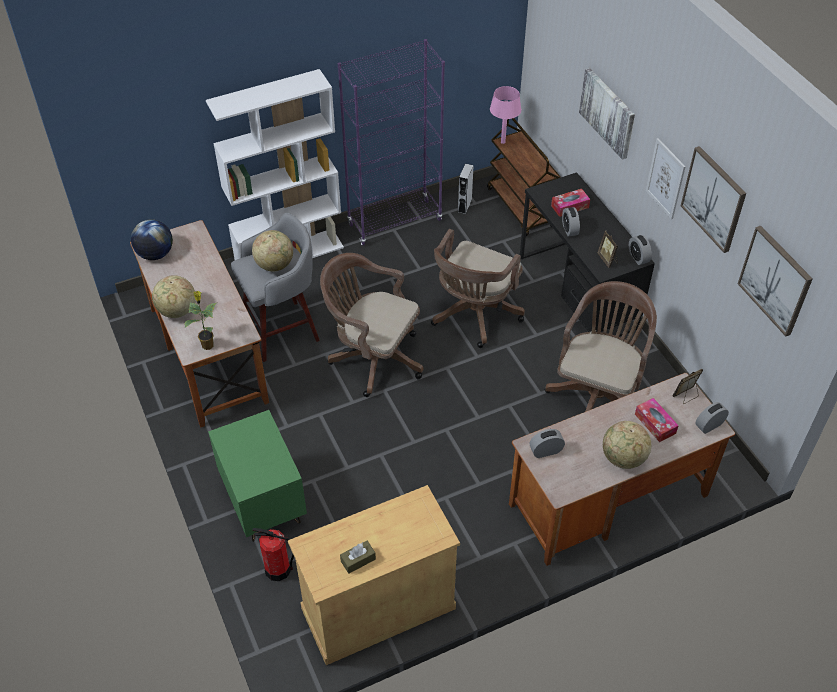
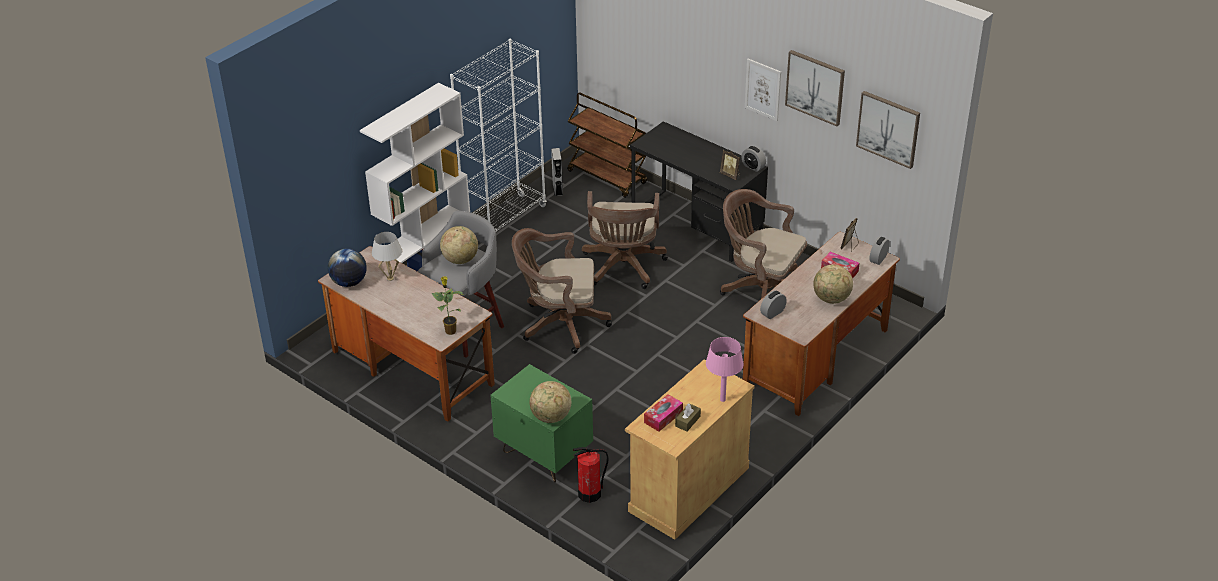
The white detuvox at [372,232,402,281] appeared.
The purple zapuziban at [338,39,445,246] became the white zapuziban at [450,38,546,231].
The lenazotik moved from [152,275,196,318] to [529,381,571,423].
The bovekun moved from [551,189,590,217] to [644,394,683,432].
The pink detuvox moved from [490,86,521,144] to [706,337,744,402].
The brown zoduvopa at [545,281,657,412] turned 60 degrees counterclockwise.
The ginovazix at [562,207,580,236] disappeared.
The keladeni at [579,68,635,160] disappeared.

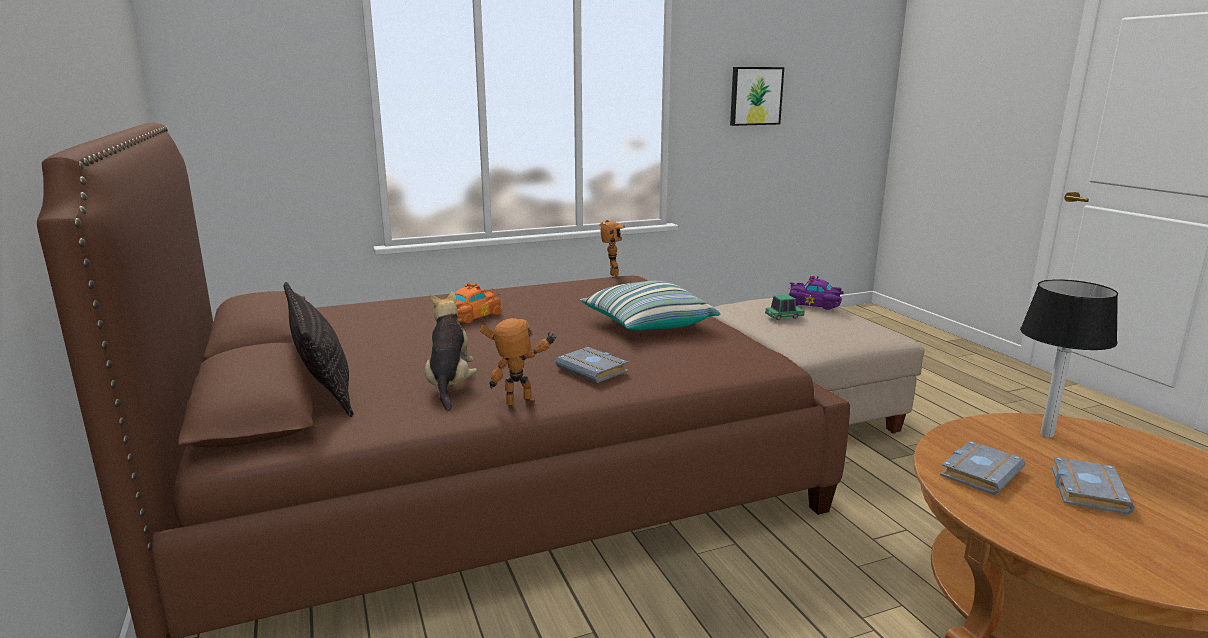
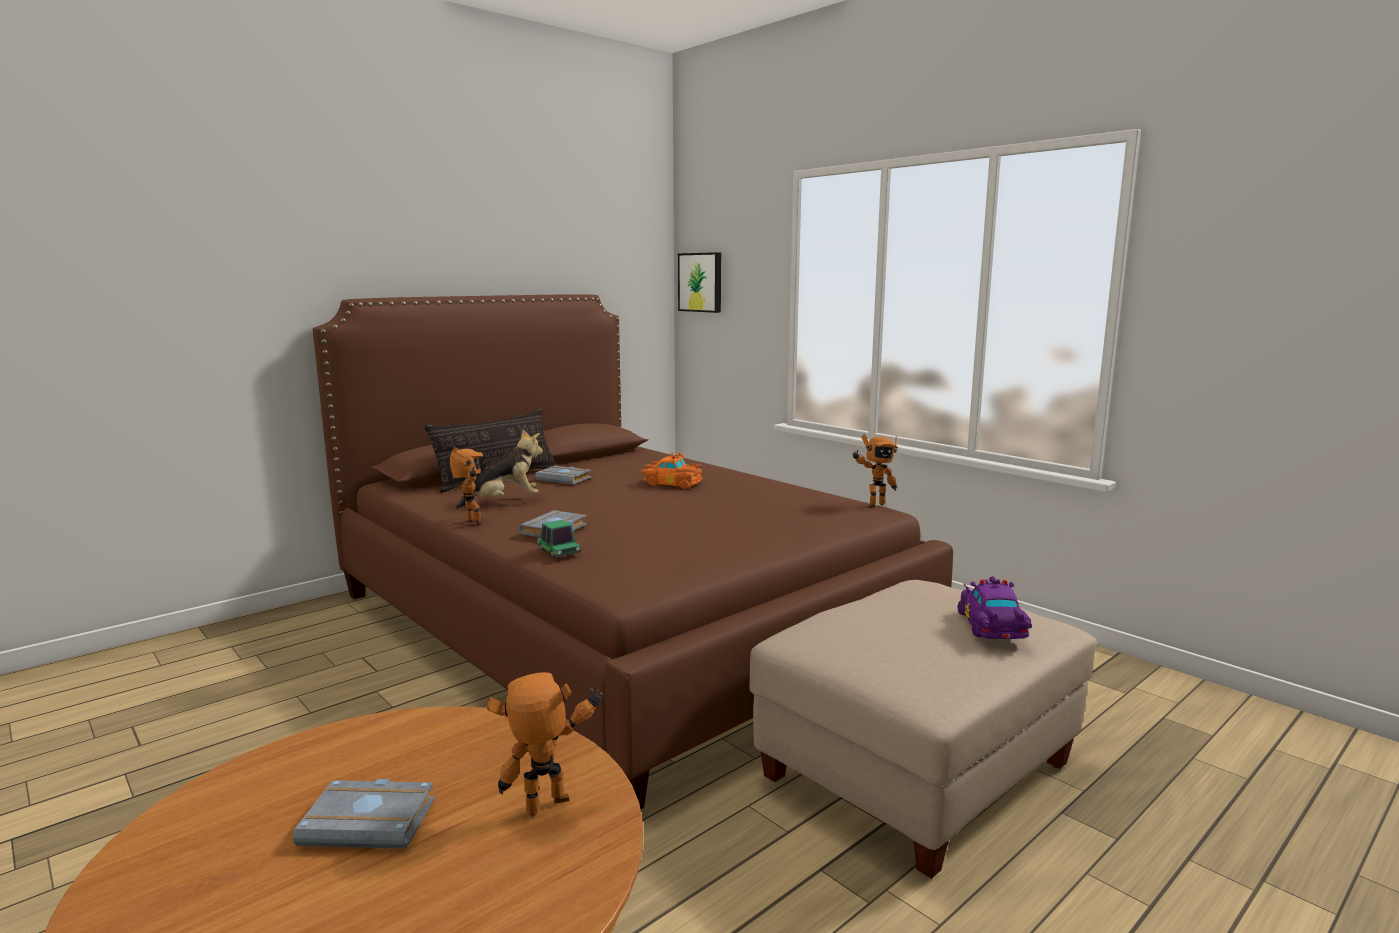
The detuvox at [1020,279,1118,438] was replaced by the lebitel at [487,672,603,816].
The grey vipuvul moved from [940,441,1025,495] to [535,466,592,485].
The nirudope moved from [765,294,805,320] to [537,520,581,557].
The keladeni moved from [730,67,784,126] to [678,252,721,313].
The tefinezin at [580,281,720,330] disappeared.

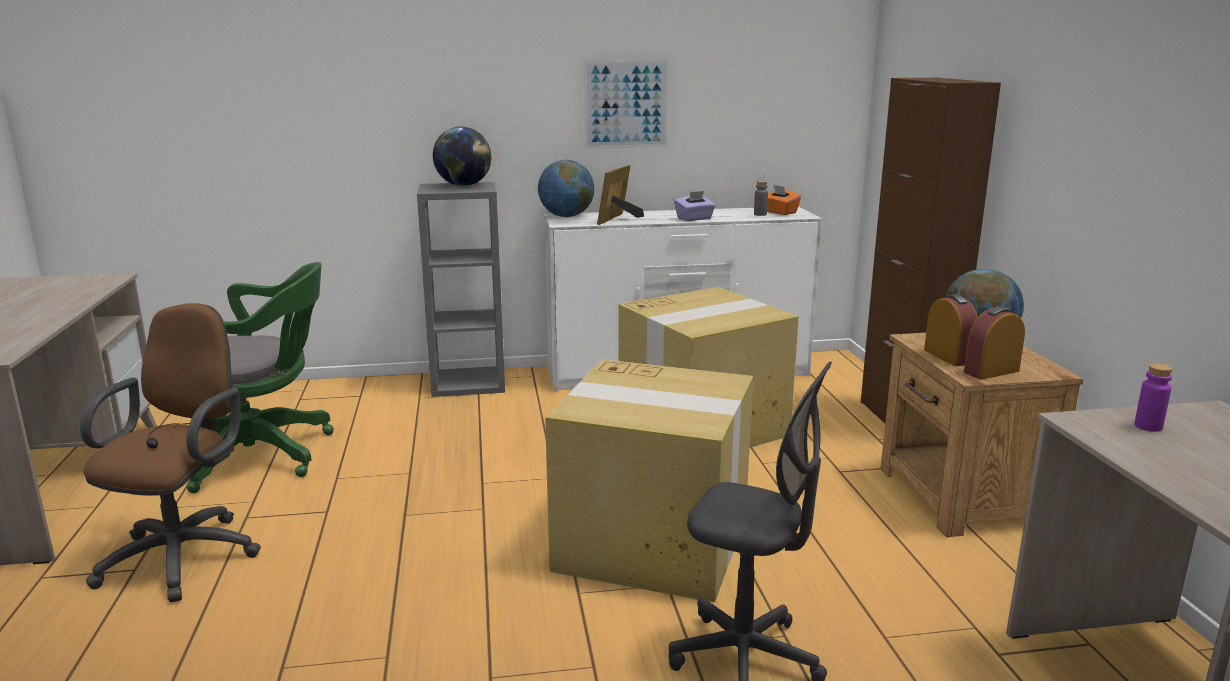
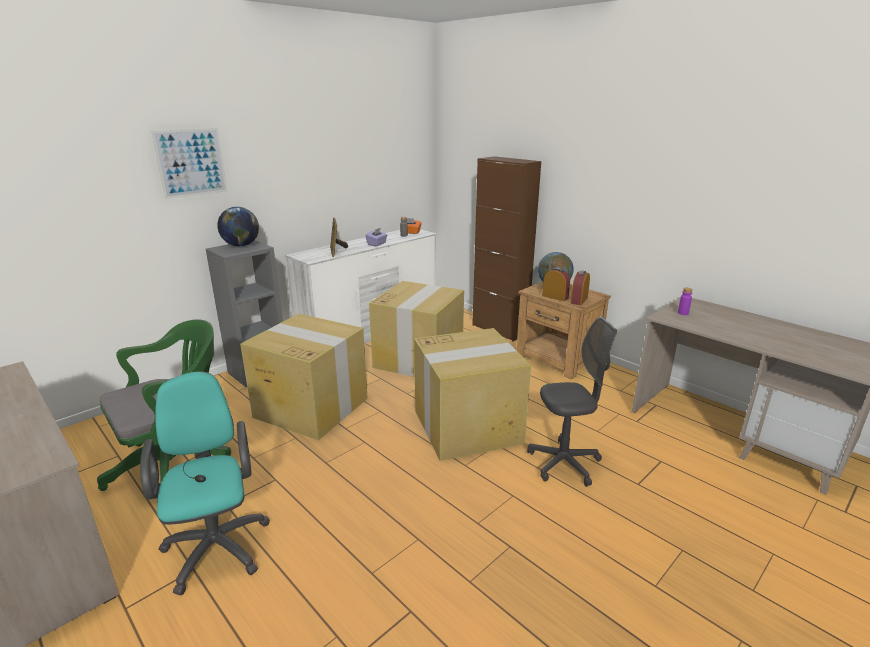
The brown zoduvopa at [80,303,261,602] became the turquoise zoduvopa at [140,371,270,595].
The keladeni moved from [584,60,669,149] to [151,128,227,199].
The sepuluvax at [240,314,368,441] appeared.
The lenazotik at [538,160,594,217] disappeared.

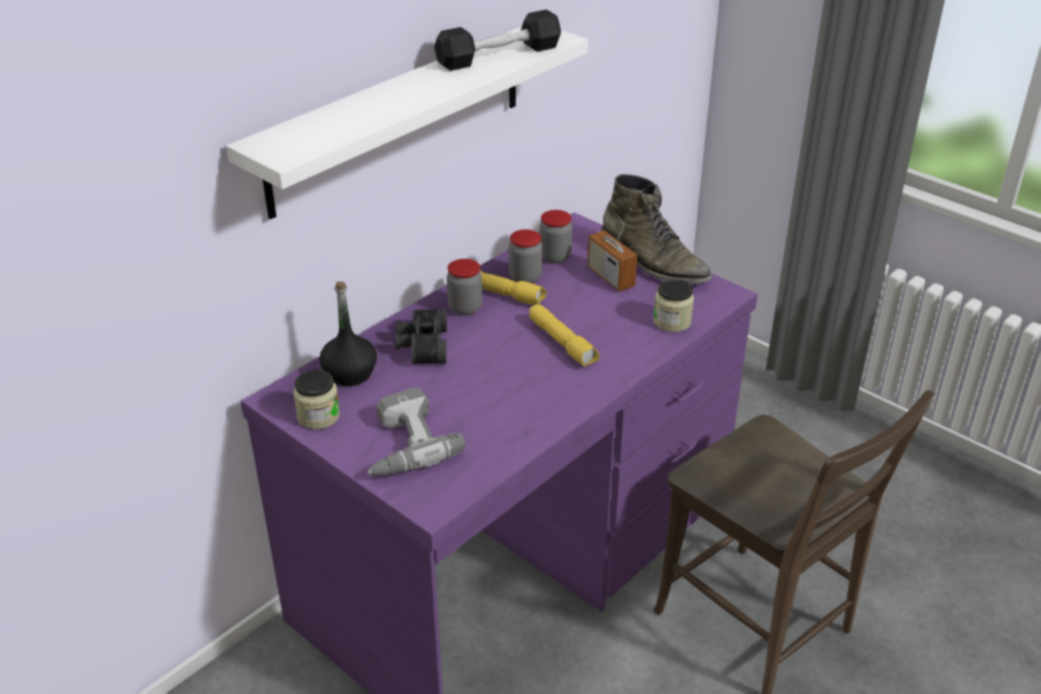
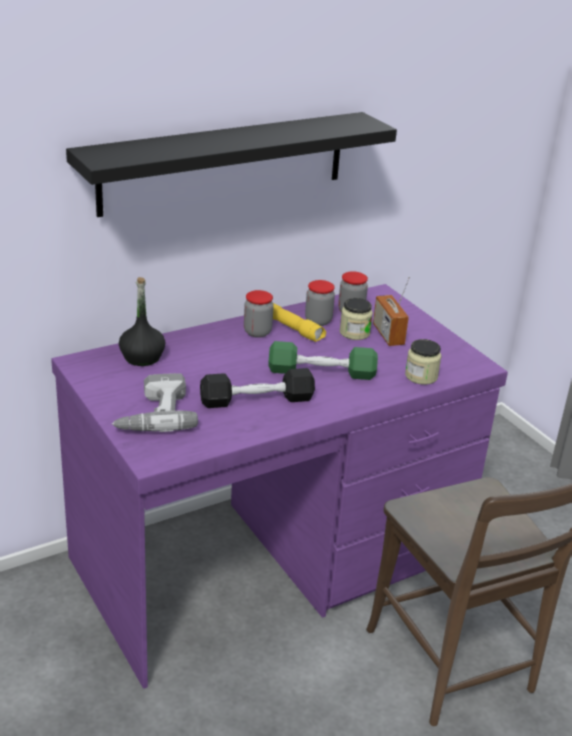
The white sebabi at [226,26,588,219] became the black sebabi at [66,112,397,217].
The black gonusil moved from [434,9,561,71] to [200,368,315,408].
The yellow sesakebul at [529,304,600,367] was replaced by the green gonusil at [268,341,378,380].
The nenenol moved from [293,370,340,429] to [340,298,373,340].
The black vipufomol at [395,309,447,365] disappeared.
The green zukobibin at [601,174,712,284] disappeared.

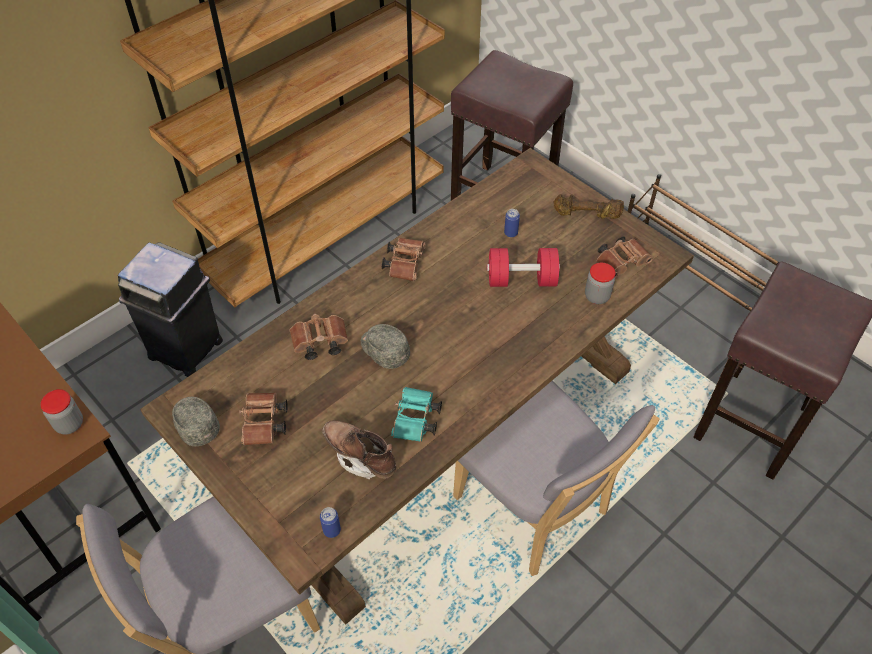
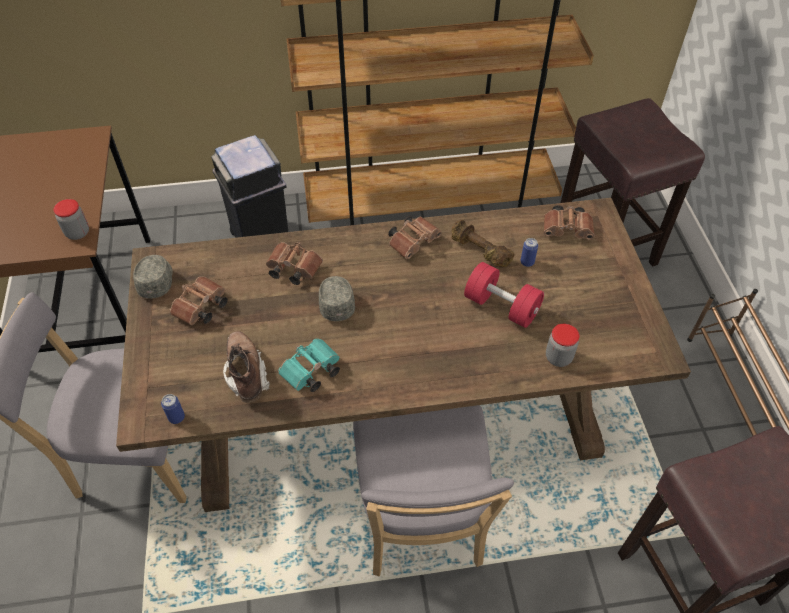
The brown gonusil moved from [553,194,624,219] to [452,220,515,267].
The brown vipufomol moved from [597,236,653,278] to [544,205,595,240].

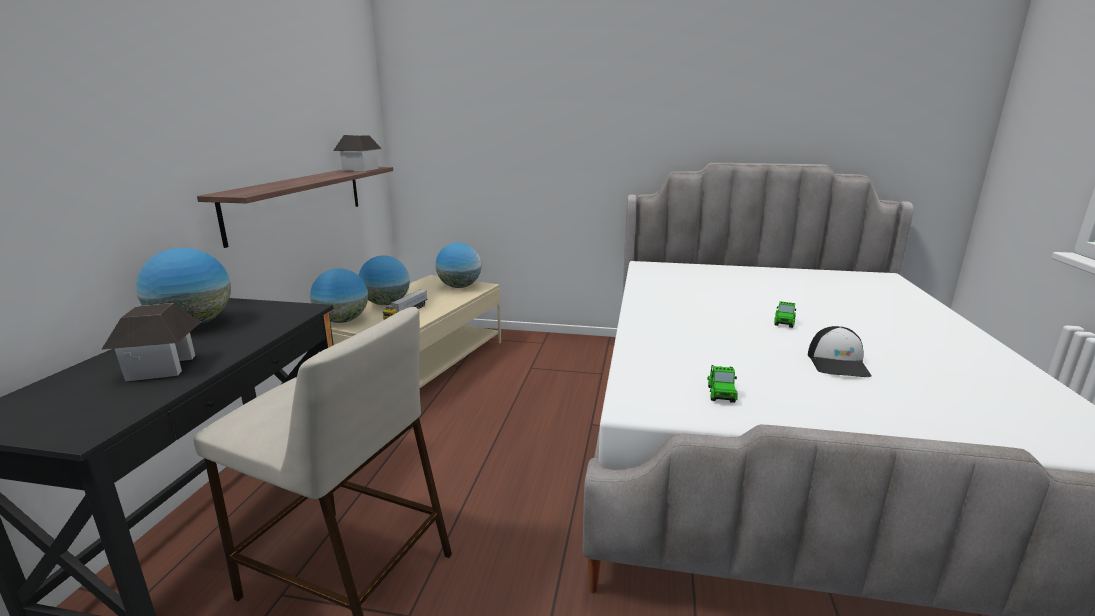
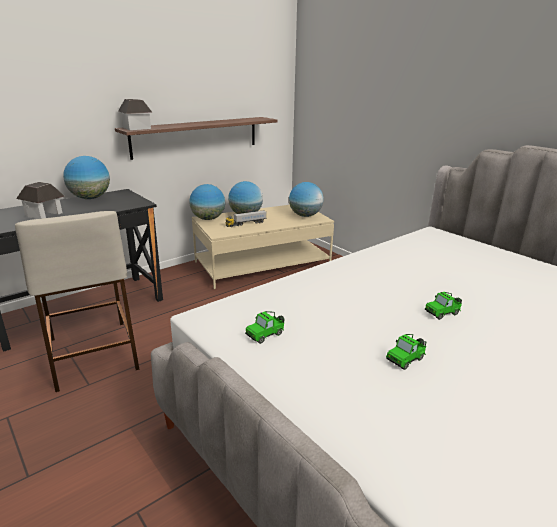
The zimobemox moved from [333,135,382,171] to [118,99,153,130].
The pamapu at [808,326,871,377] was replaced by the nirudope at [386,334,426,370].

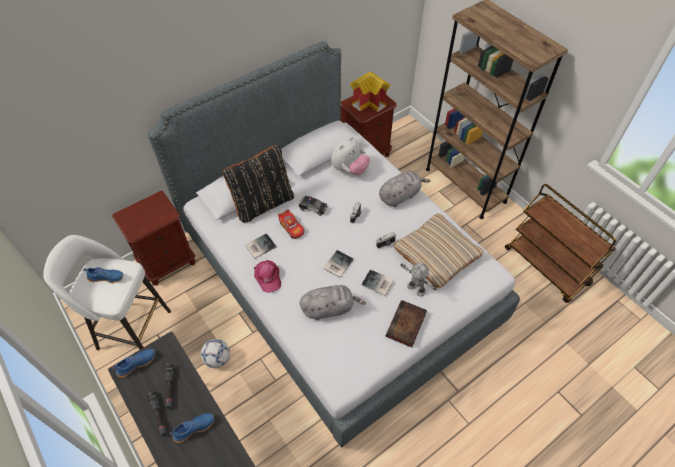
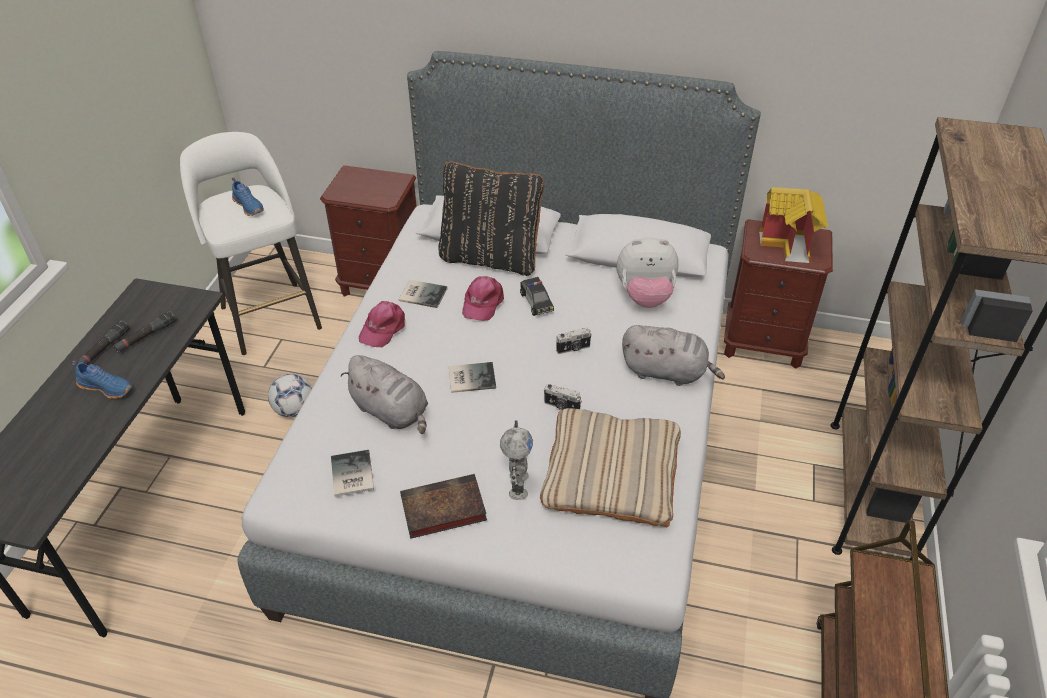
The vipuvul moved from [361,269,394,296] to [331,450,374,497].
The nirudope at [278,210,304,239] was replaced by the pink pamapu at [462,276,504,321].
The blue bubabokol at [112,349,155,377] disappeared.

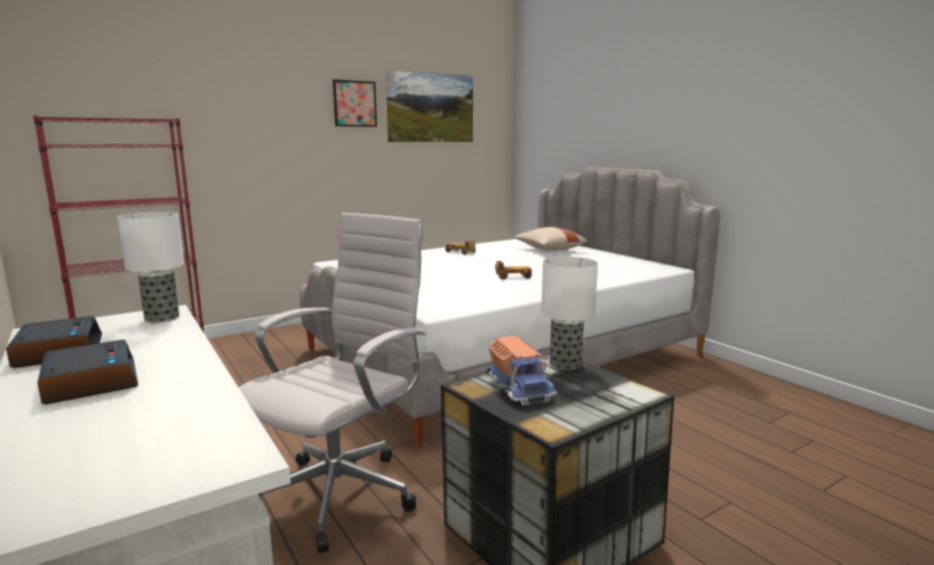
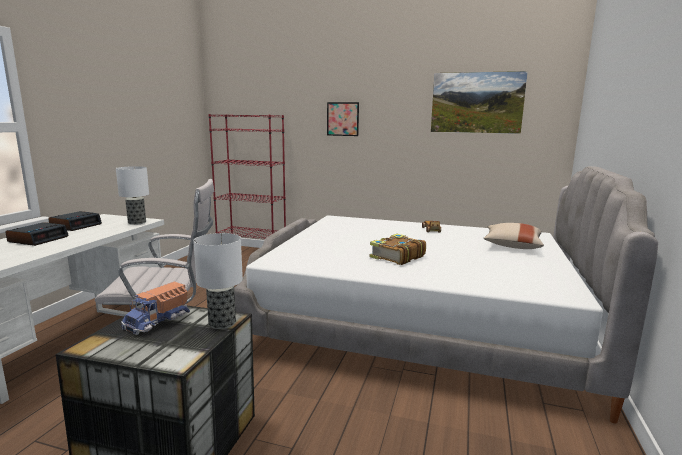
The keladeni moved from [333,79,377,127] to [327,102,359,136].
The nirudope at [495,261,532,280] was replaced by the vipuvul at [370,234,426,265].

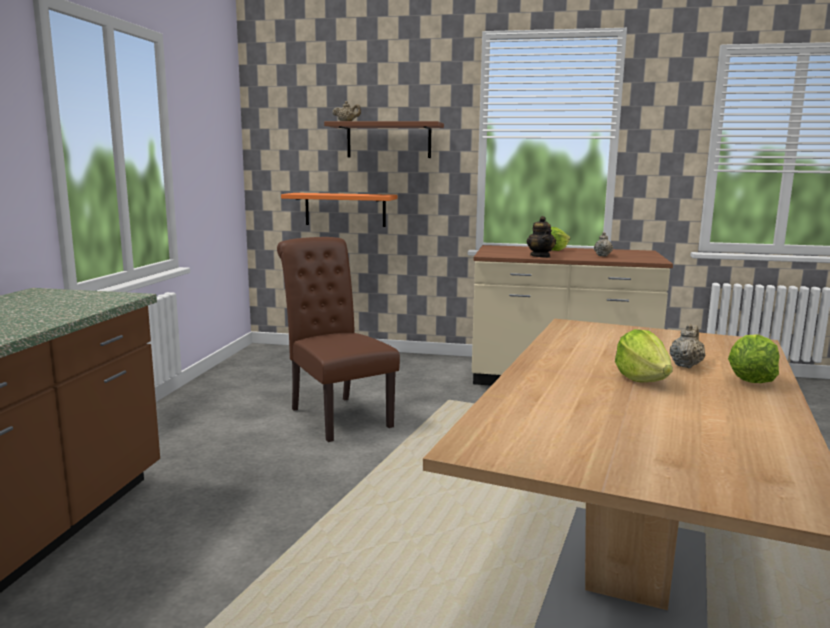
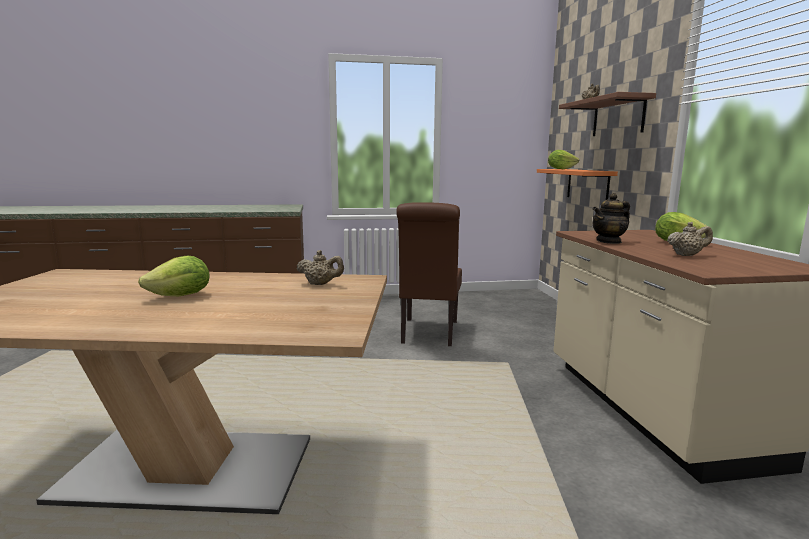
The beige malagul moved from [670,324,705,368] to [297,250,344,285].
The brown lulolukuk at [277,237,400,442] turned 150 degrees clockwise.
The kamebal moved from [728,334,780,383] to [548,150,579,169].

